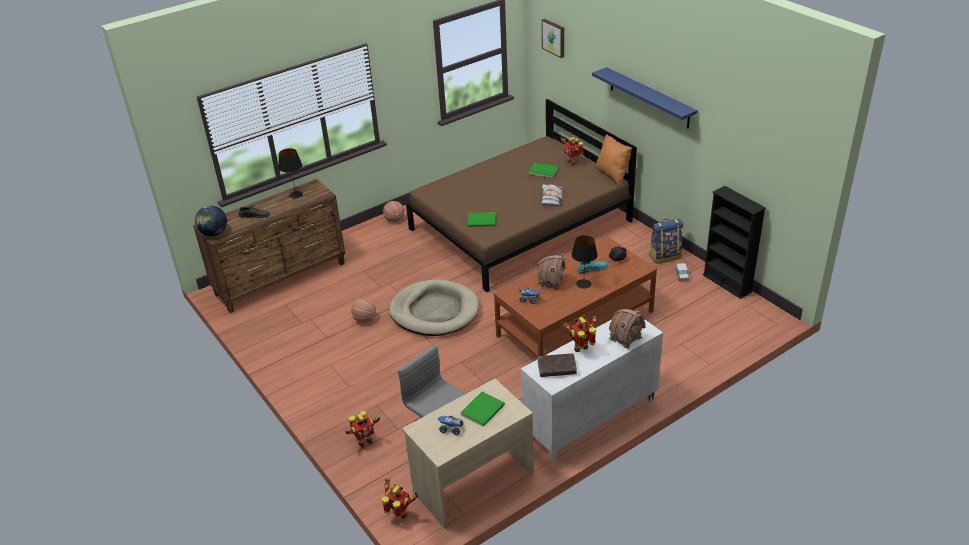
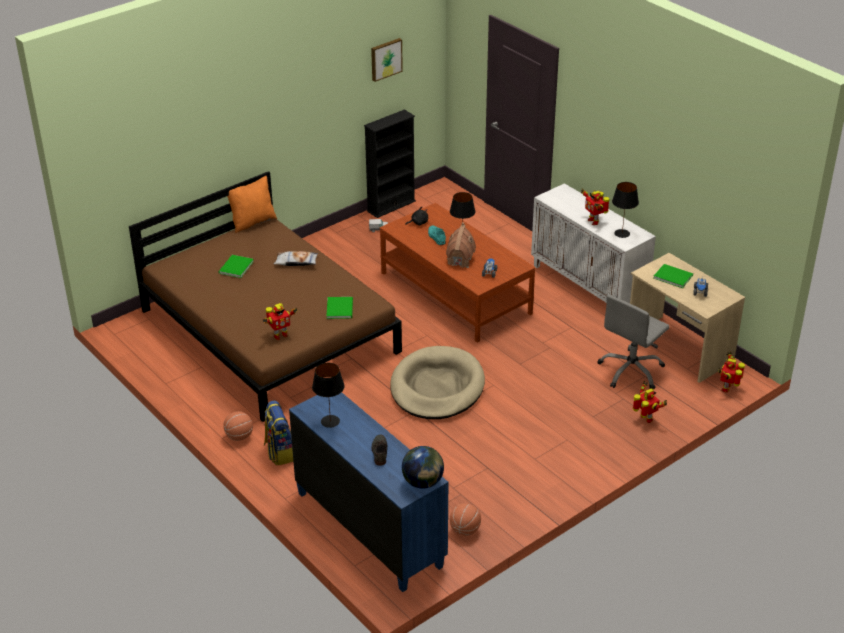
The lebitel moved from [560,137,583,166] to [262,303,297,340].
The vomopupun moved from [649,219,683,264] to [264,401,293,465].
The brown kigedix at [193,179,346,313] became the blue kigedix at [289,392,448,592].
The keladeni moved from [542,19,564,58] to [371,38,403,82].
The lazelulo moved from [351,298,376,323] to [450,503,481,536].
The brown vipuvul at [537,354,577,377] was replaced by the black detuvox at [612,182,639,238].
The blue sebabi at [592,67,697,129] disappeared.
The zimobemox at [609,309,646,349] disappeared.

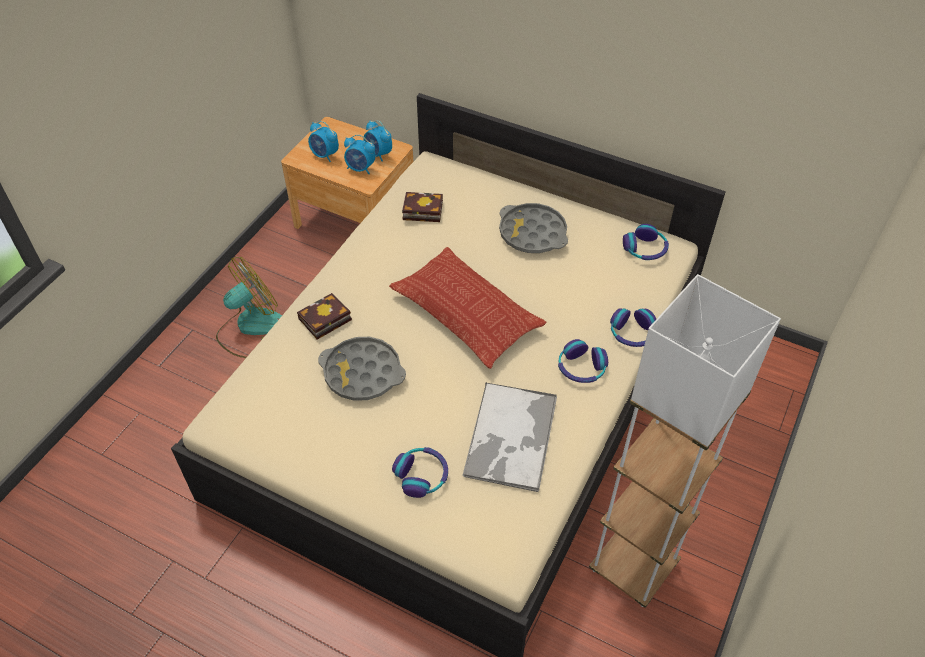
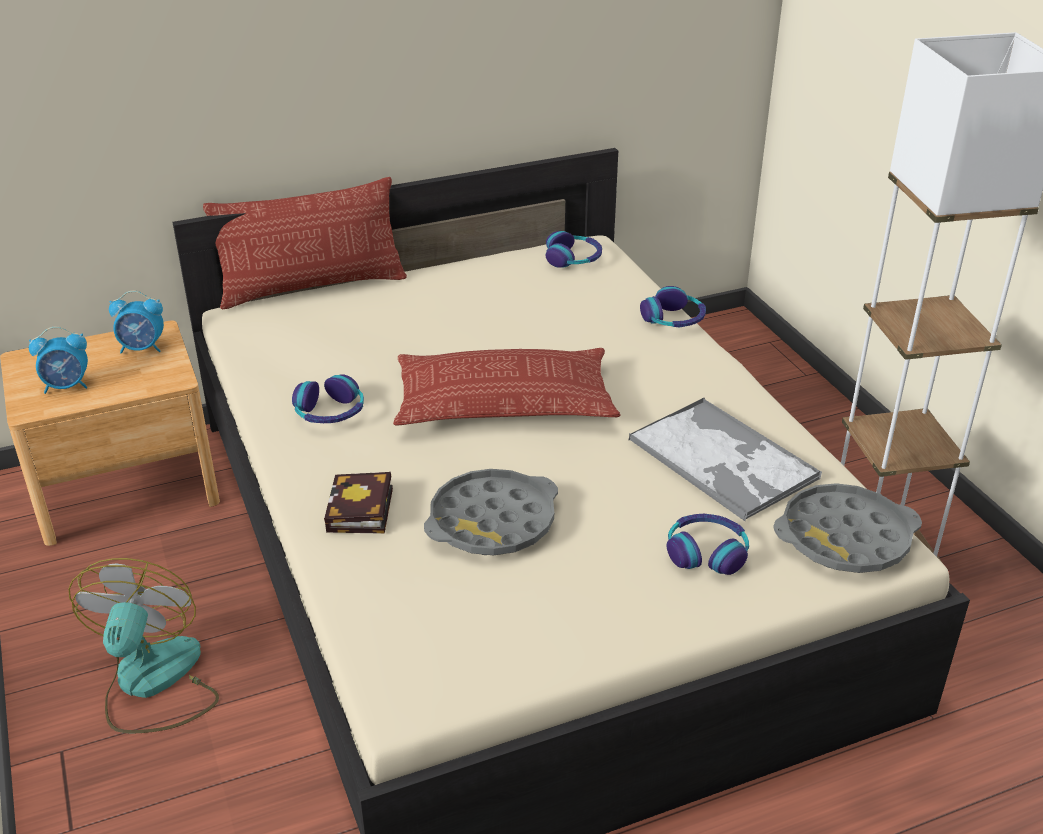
The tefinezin at [203,177,407,310] appeared.
The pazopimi moved from [558,339,608,383] to [292,374,364,423].
The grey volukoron moved from [499,203,568,253] to [773,483,922,573].
The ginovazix at [344,135,376,174] disappeared.
The vipuvul at [402,192,443,222] disappeared.

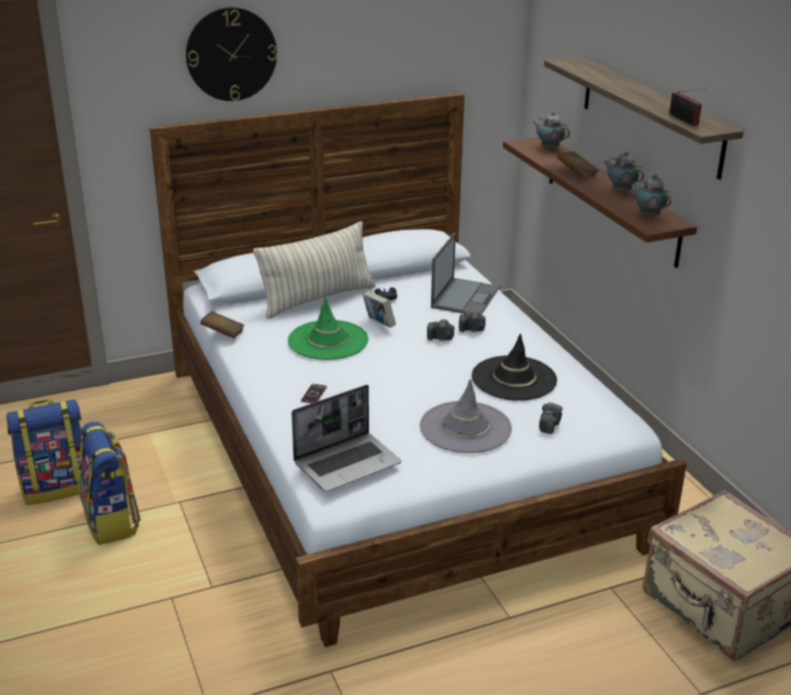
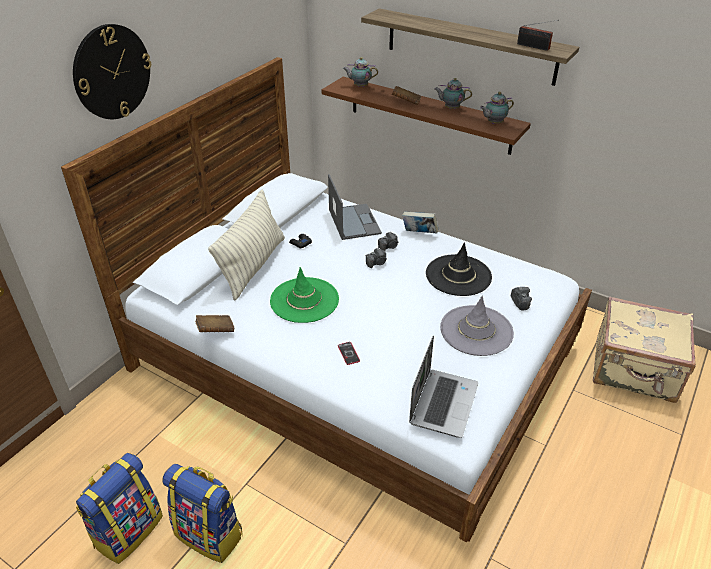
The vipuvul moved from [362,291,396,328] to [402,211,438,234].
The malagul at [633,174,672,218] turned 45 degrees counterclockwise.

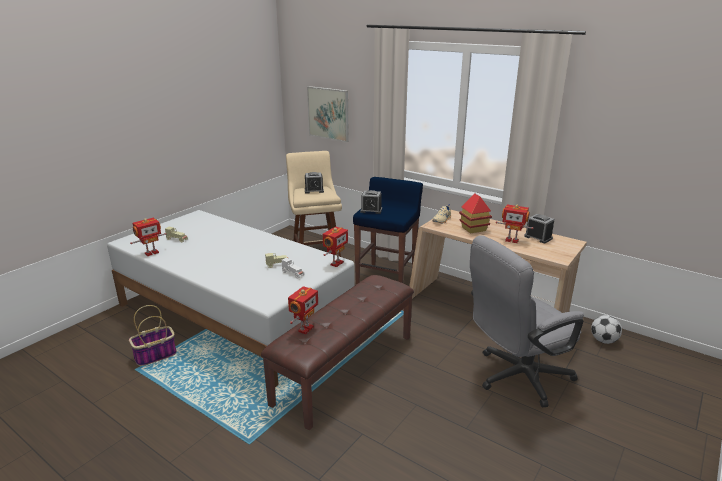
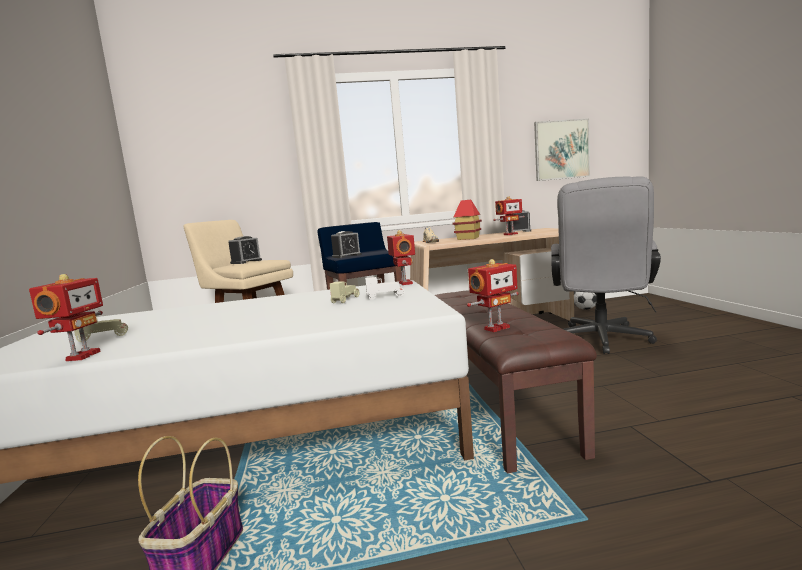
The lebitel at [288,286,318,334] turned 75 degrees clockwise.
The keladeni moved from [307,86,349,142] to [534,118,590,181].

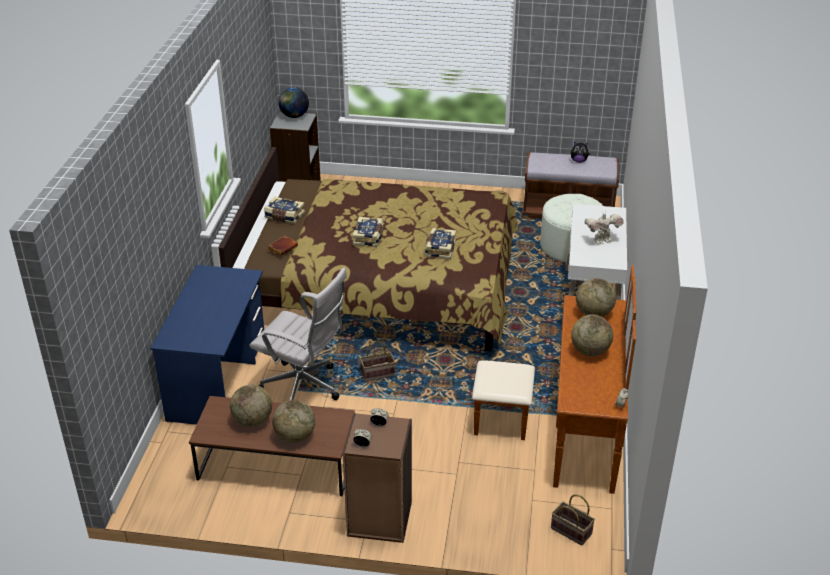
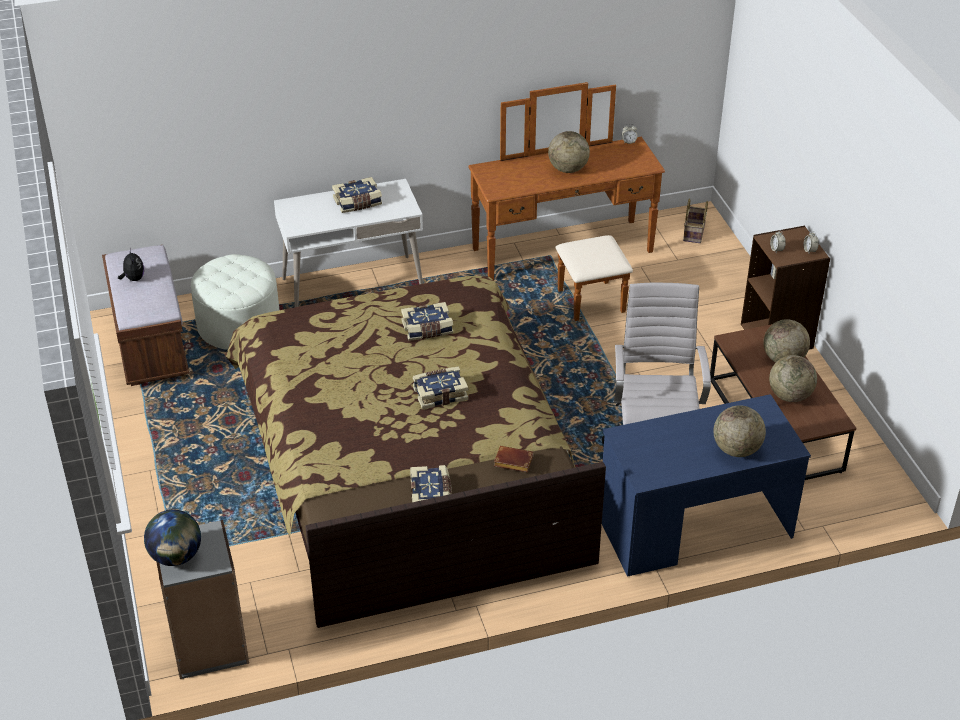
The lebitel at [585,213,624,245] was replaced by the vipuvul at [332,177,382,213].
The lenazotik moved from [576,278,616,317] to [713,405,766,457].
The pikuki at [360,340,395,382] disappeared.

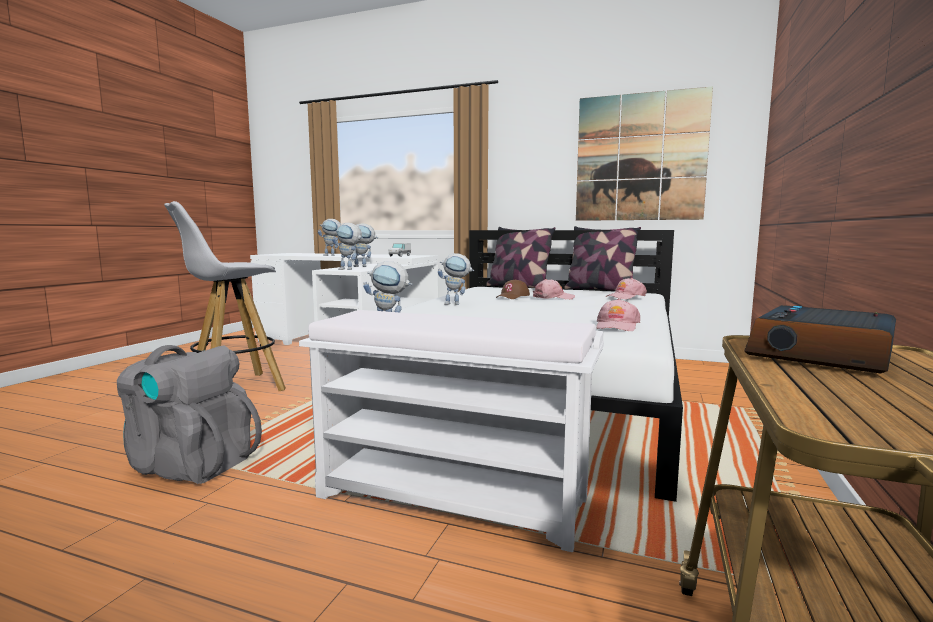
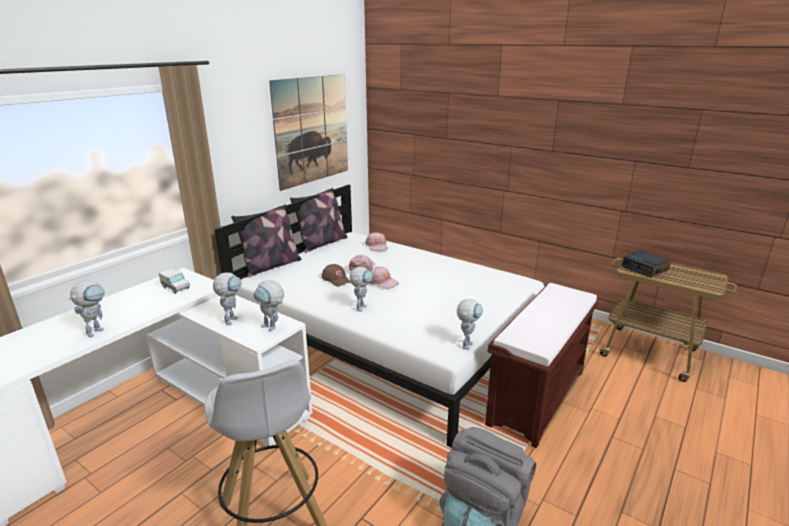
The lebitel at [332,223,363,270] turned 90 degrees clockwise.
The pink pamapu moved from [596,299,640,331] to [369,266,399,289].
The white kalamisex at [299,310,604,552] became the brown kalamisex at [485,283,599,448].

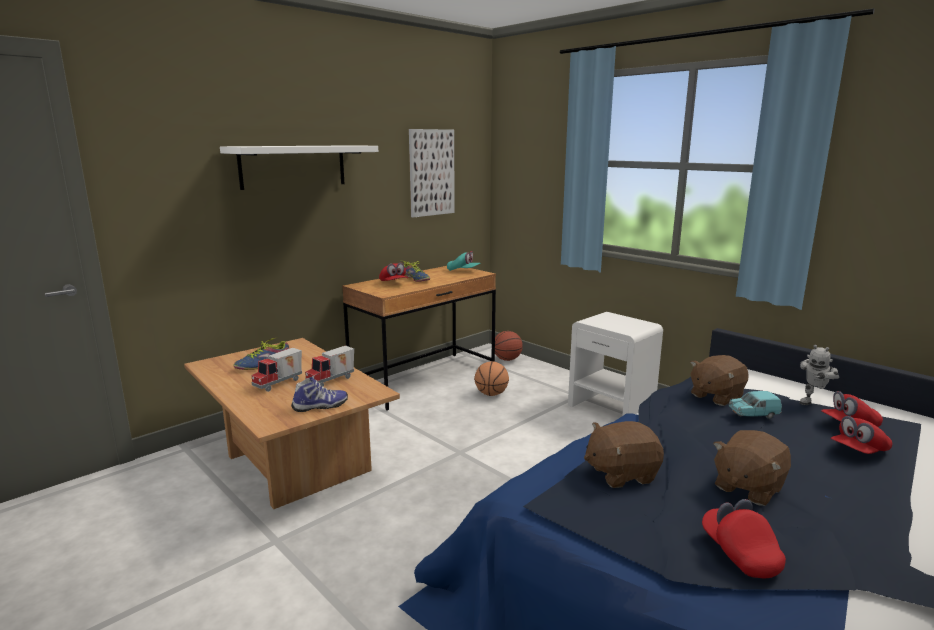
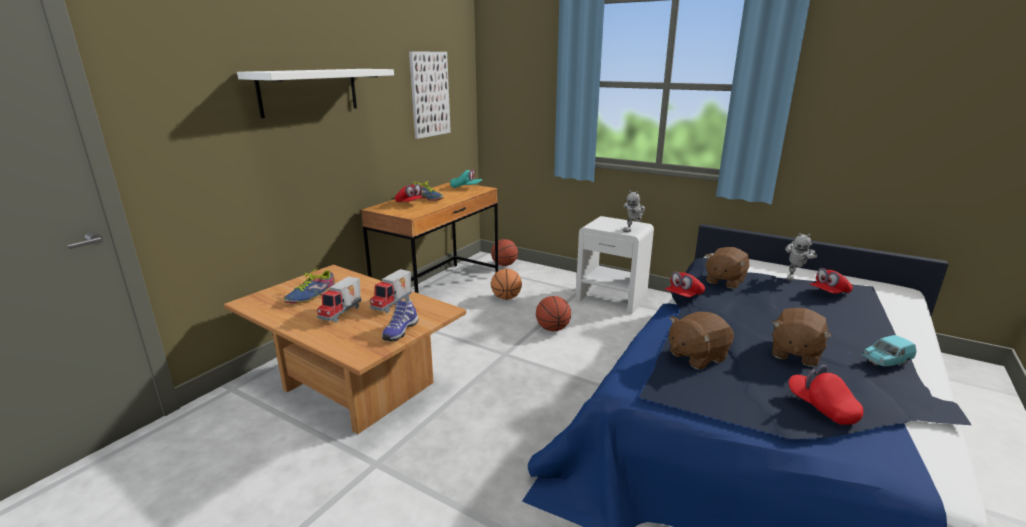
The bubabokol at [291,377,348,412] turned 150 degrees clockwise.
The lazelulo at [536,296,571,331] appeared.
The lebitel at [623,190,645,232] appeared.
The red pamapu moved from [831,416,893,454] to [665,271,705,297].
The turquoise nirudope moved from [728,391,782,419] to [862,335,916,367].

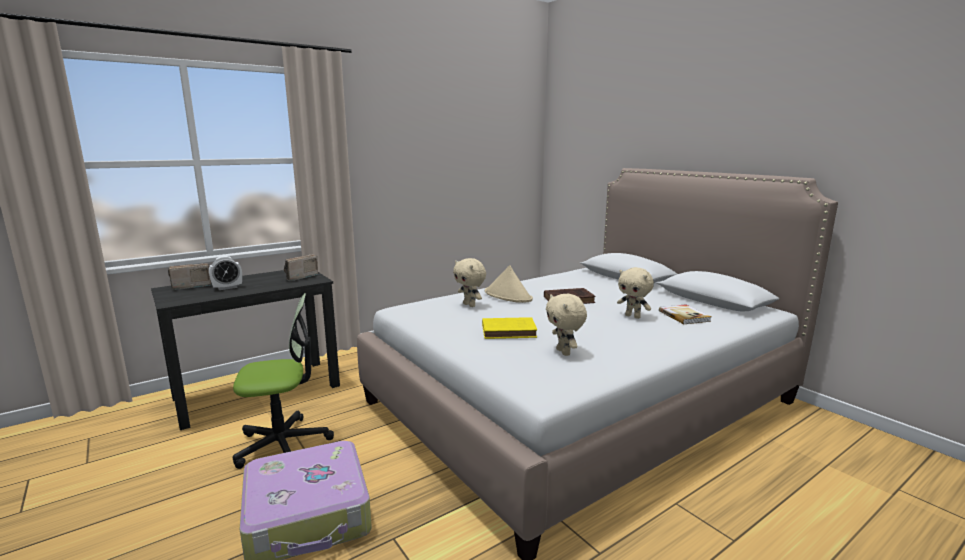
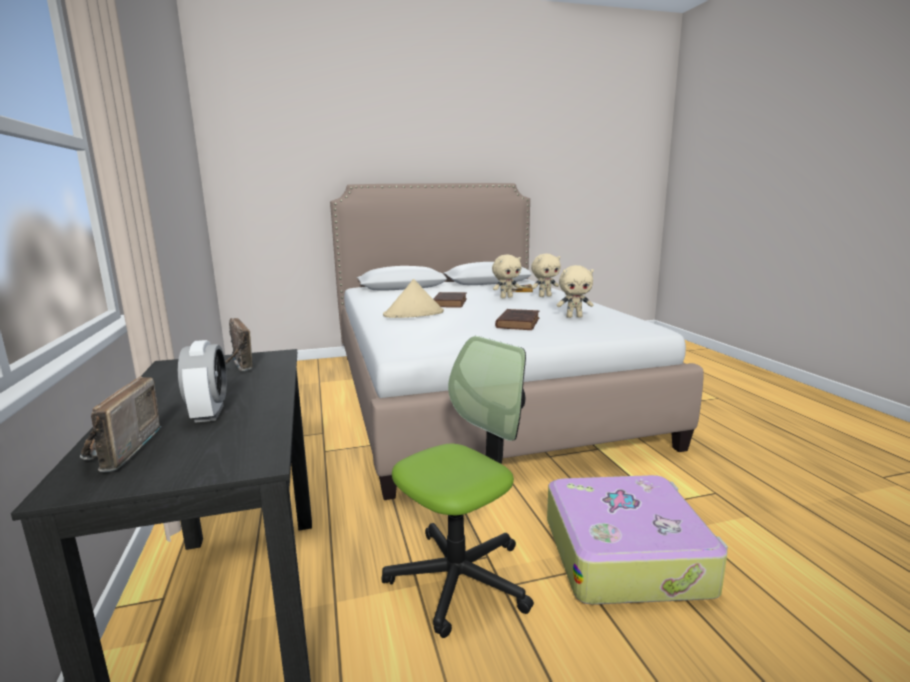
The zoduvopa at [233,293,334,469] turned 45 degrees clockwise.
The yellow vipuvul at [482,317,537,339] became the brown vipuvul at [495,309,539,330].
The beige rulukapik moved from [453,258,486,307] to [531,254,561,297].

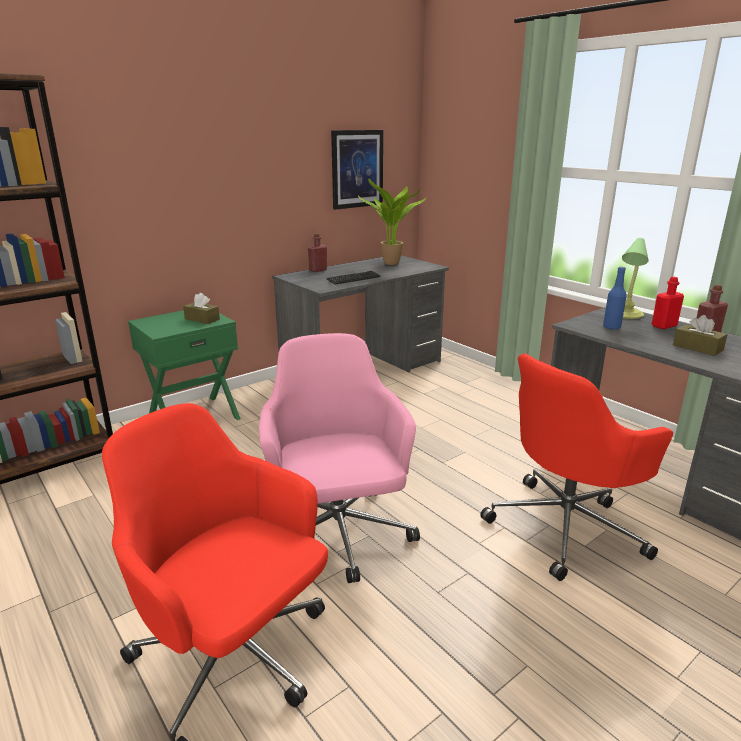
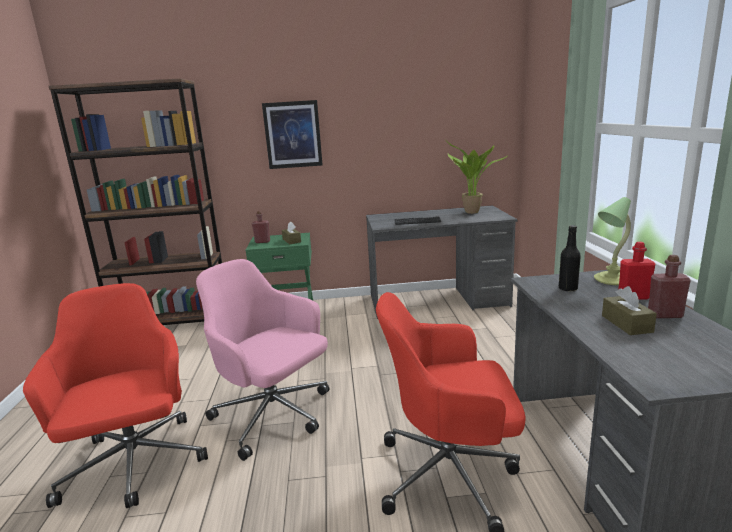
The pink zoduvopa at [259,333,420,583] turned 75 degrees counterclockwise.
The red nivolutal moved from [308,233,327,272] to [252,211,270,243].
The keladeni moved from [331,130,383,210] to [262,100,323,169].
The blue nivolutal at [603,267,627,330] became the black nivolutal at [559,225,581,292].

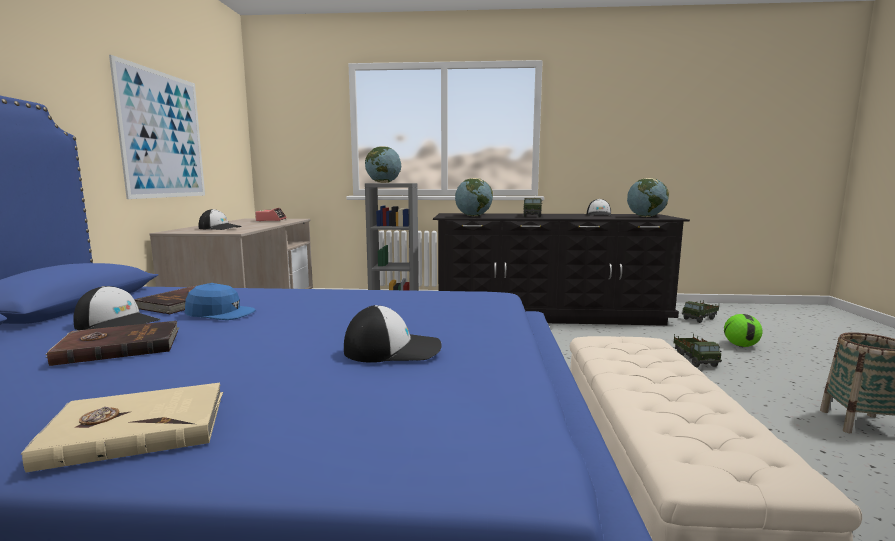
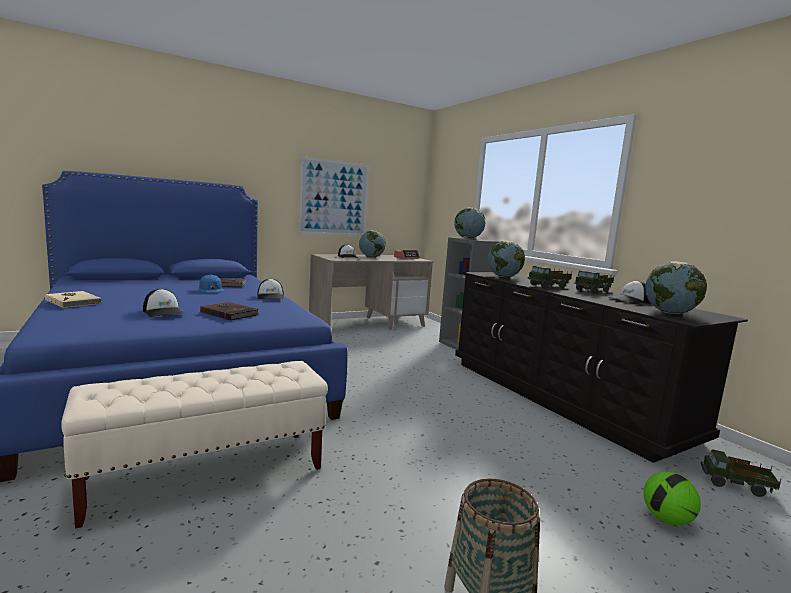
The brown vipuvul moved from [45,321,179,366] to [200,302,259,320].
The pamapu moved from [73,286,161,330] to [257,279,284,300].
The lenazotik at [359,230,386,258] appeared.
The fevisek moved from [674,334,722,367] to [574,270,614,293].

